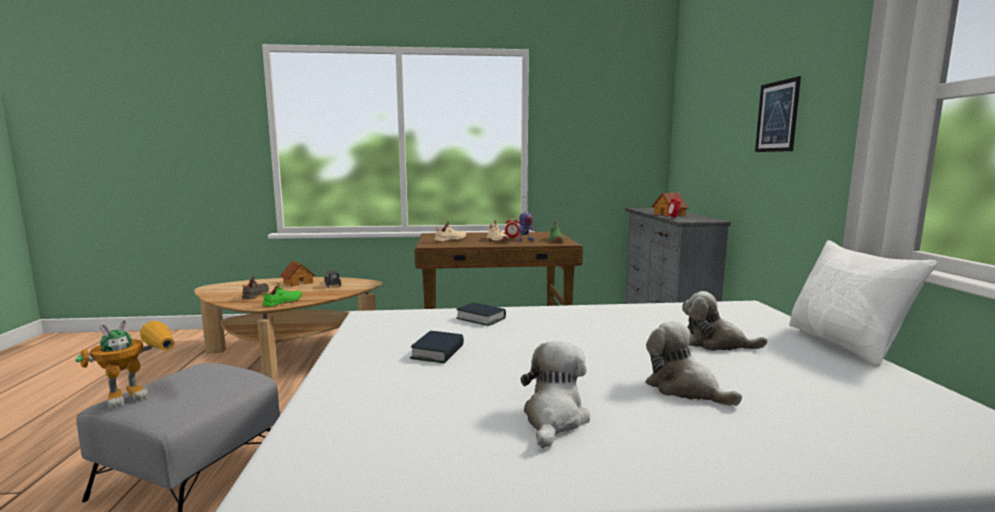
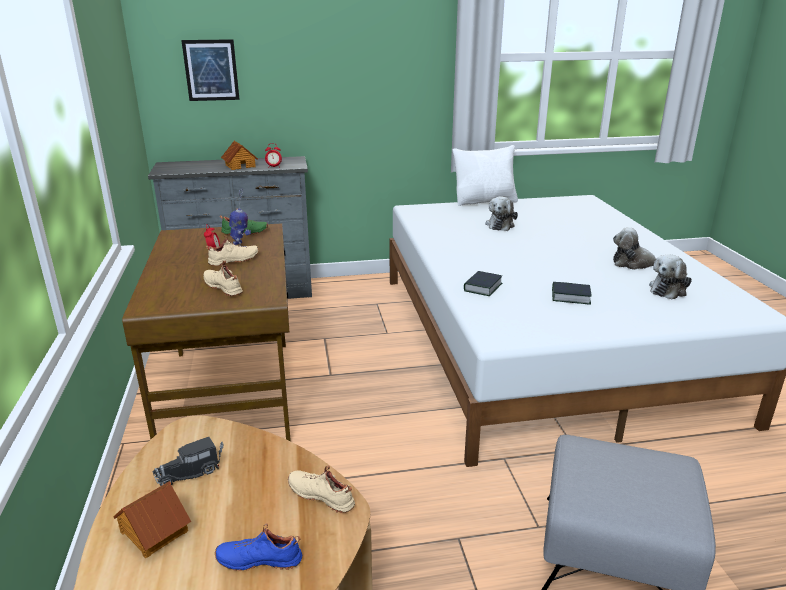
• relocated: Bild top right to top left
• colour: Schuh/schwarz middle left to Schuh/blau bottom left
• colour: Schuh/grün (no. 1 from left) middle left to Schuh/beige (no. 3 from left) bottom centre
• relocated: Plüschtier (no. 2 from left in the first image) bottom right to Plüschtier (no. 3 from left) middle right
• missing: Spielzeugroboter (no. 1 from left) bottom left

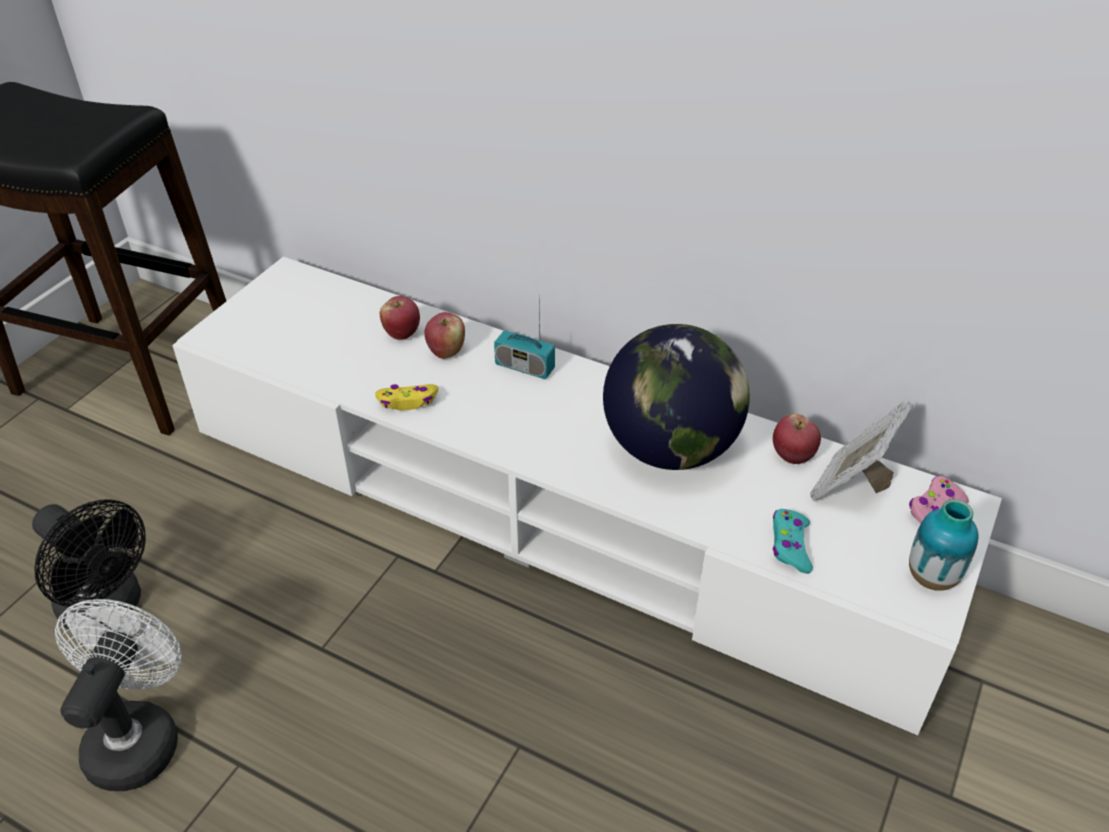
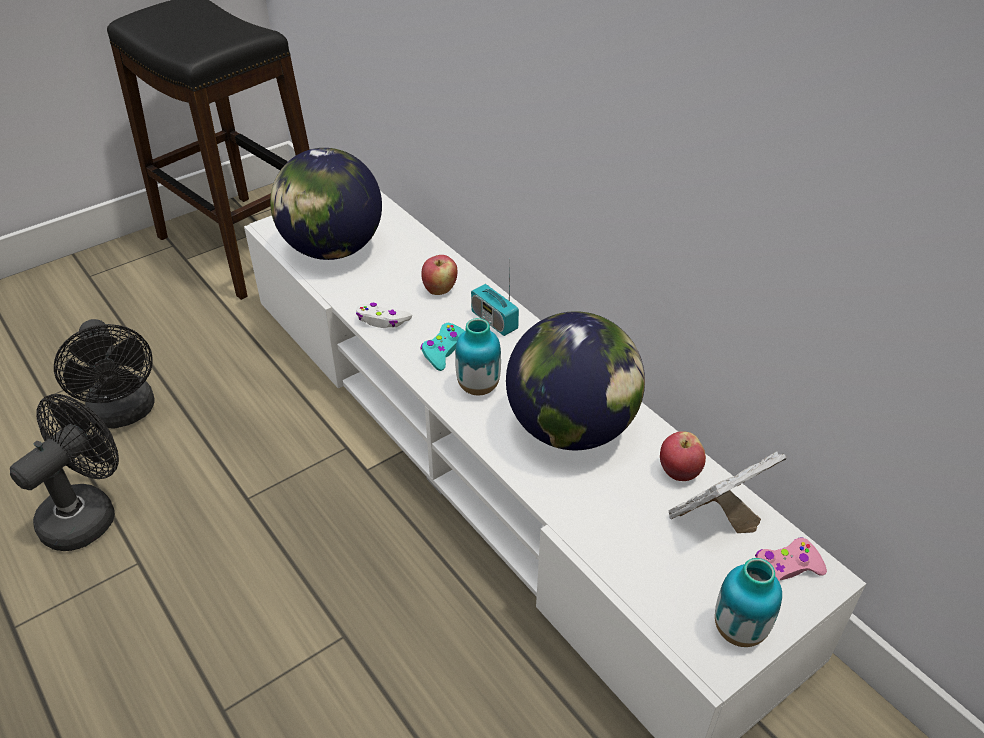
• colour: Ventilator/weiß bottom left to Ventilator/schwarz (no. 1 from left) middle left
• appeared: Globus (no. 1 from left) top left
• colour: Gamepad/gelb centre to Gamepad/weiß centre
• relocated: Gamepad/türkis middle right to centre
• appeared: Vase (no. 1 from left) centre
• missing: Apfel (no. 1 from left) centre

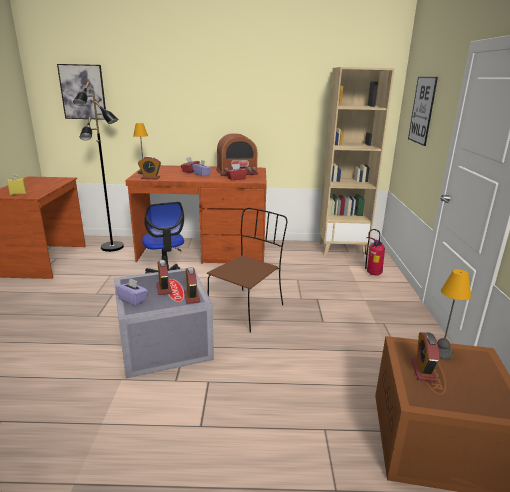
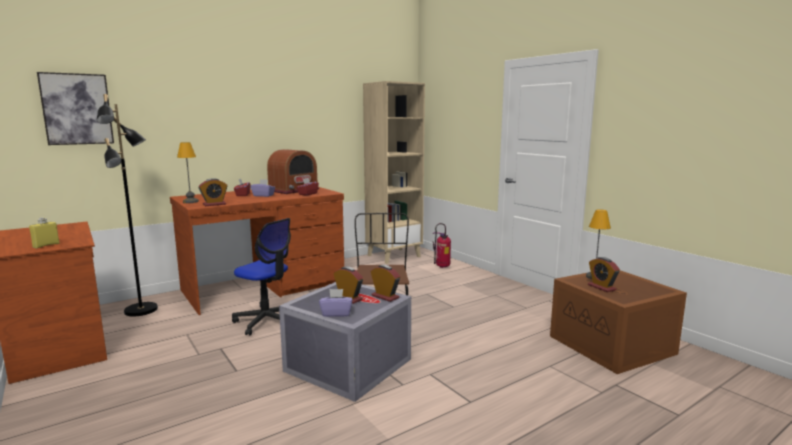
• missing: Bild (no. 2 from left) top right

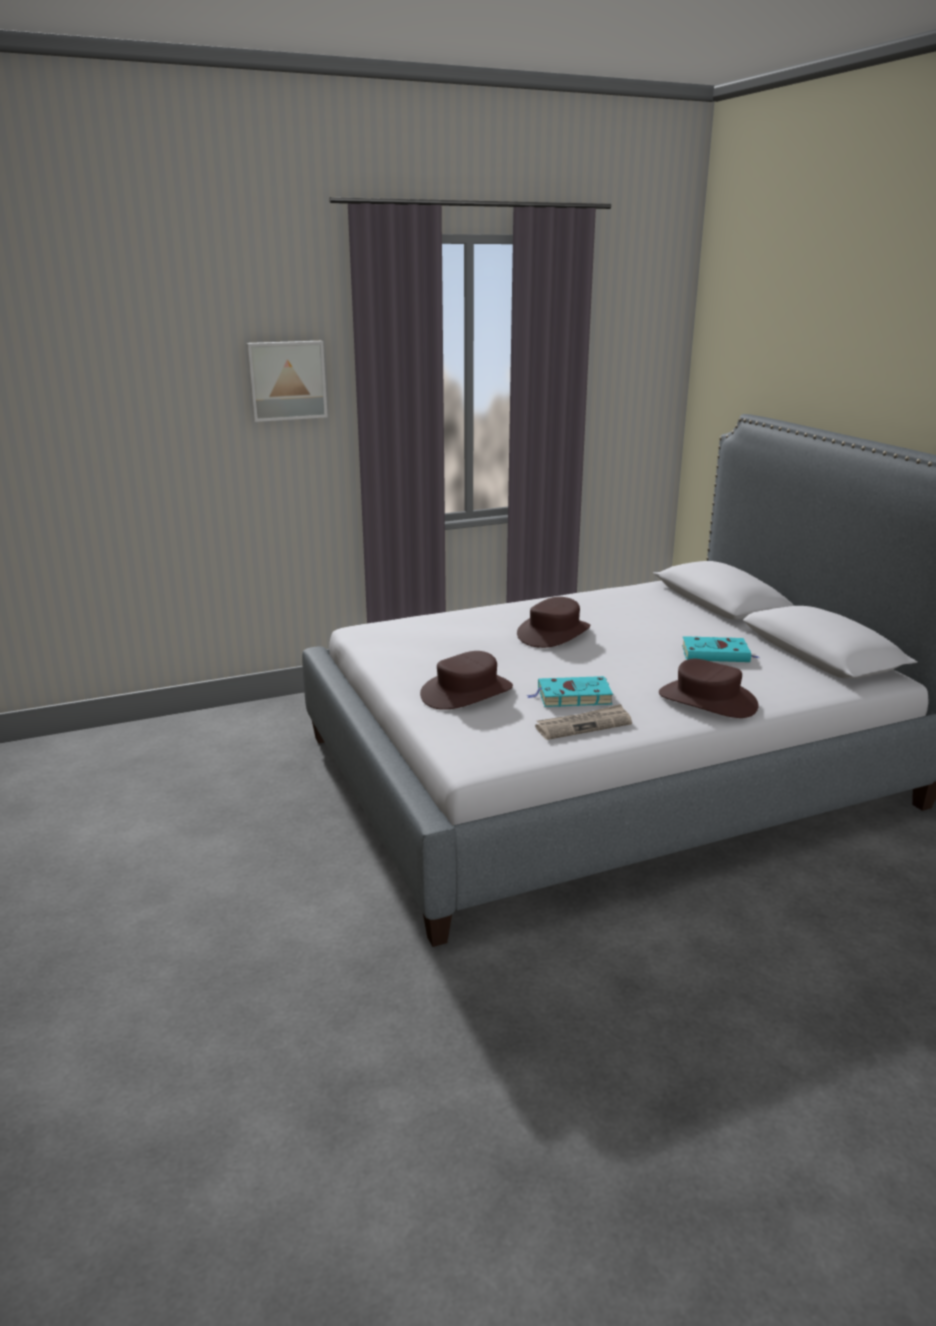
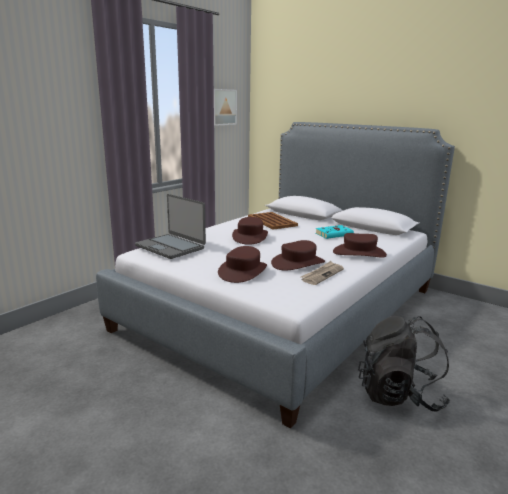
• appeared: Laptop centre
• relocated: Bild top left to top centre
• appeared: Tablett/braun centre
• exchanged: Buch/türkis (no. 1 from left) centre to Hut/braun (no. 3 from left) centre
• appeared: Rucksack/schwarz bottom right

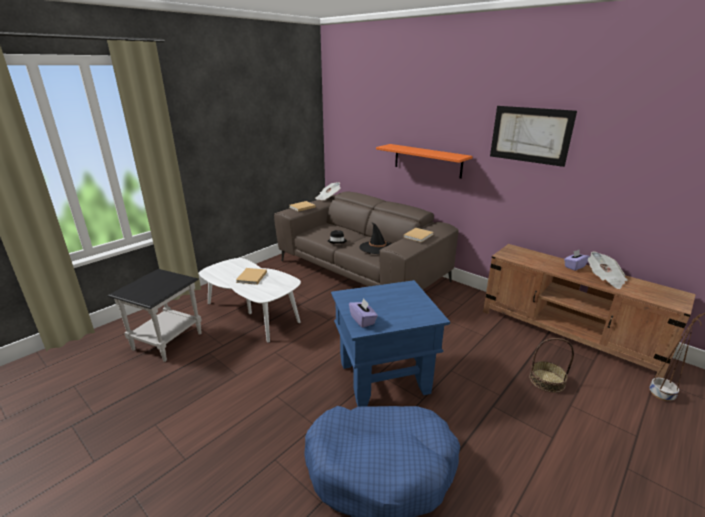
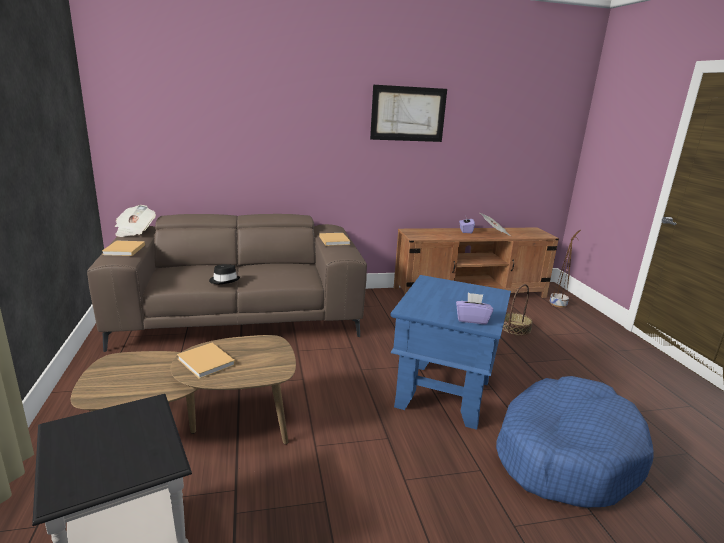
• colour: Couchtisch/weiß centre to Couchtisch/braun bottom left
• missing: Hut/schwarz (no. 2 from left) centre
• missing: Wandregal/orange top centre

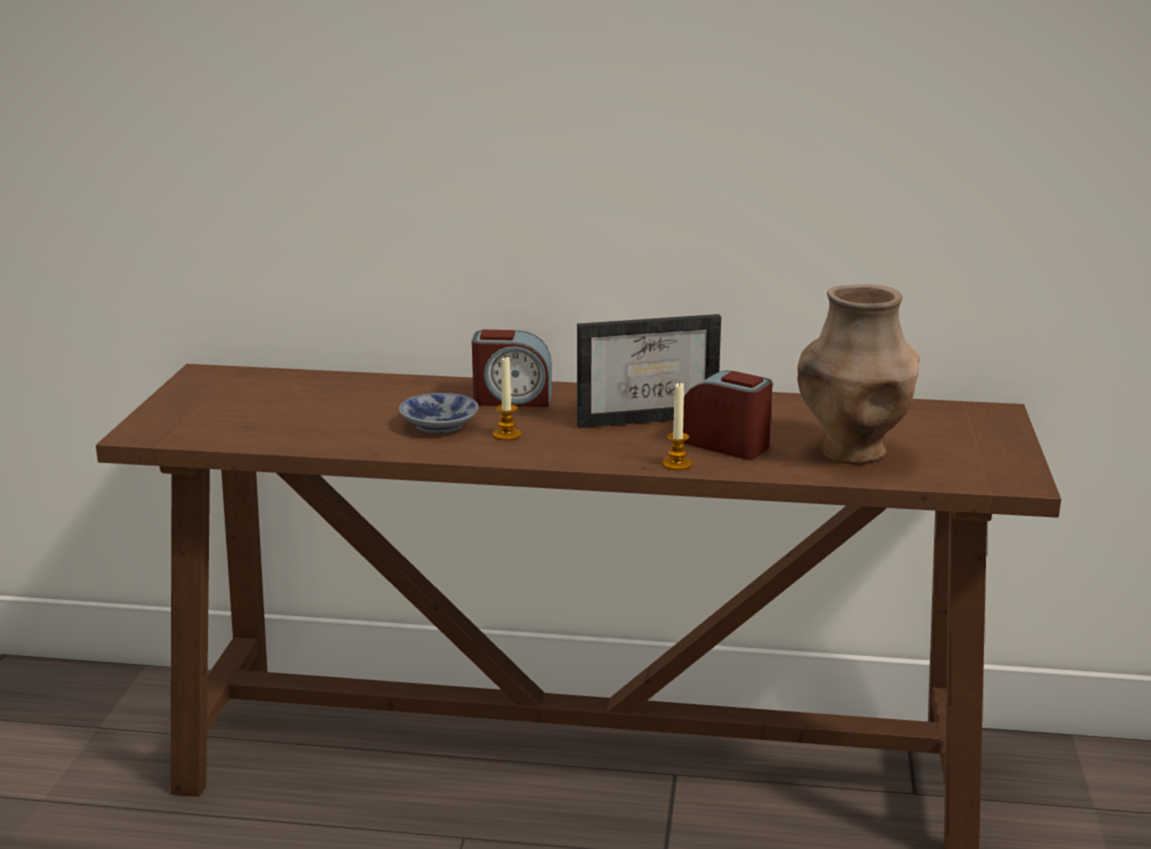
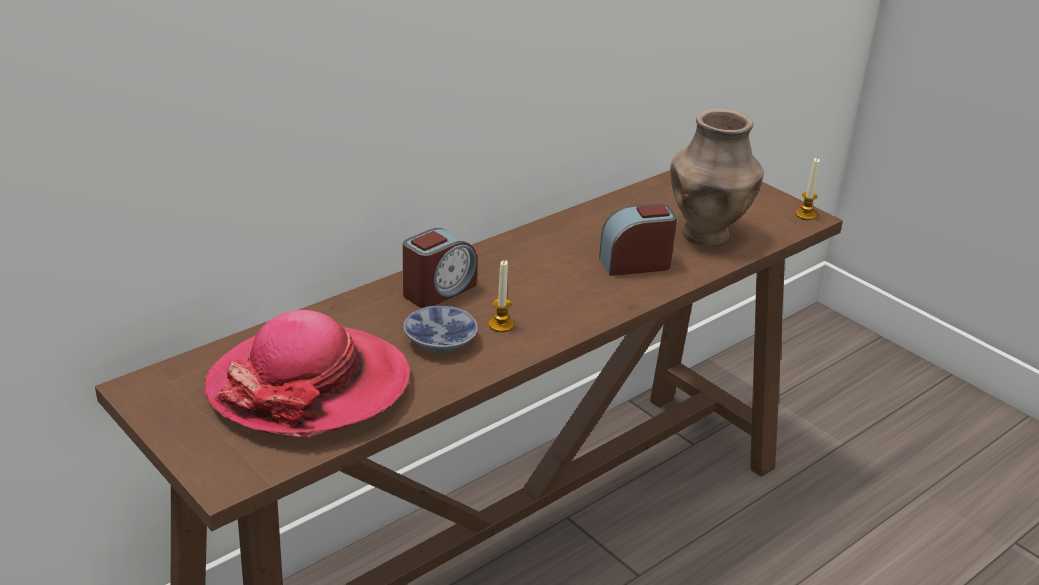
• appeared: Hut middle left
• relocated: Kerze (no. 2 from left) centre to top right
• missing: Bilderrahmen centre

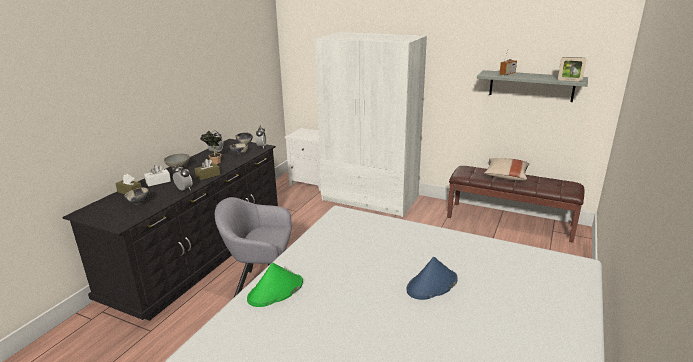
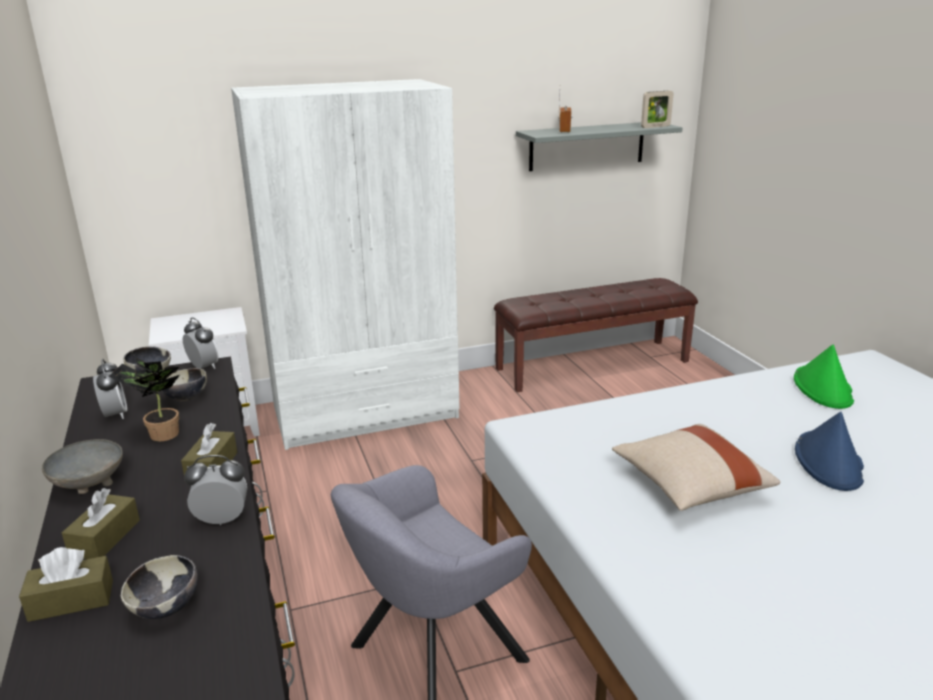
• colour: Taschentuchbox/weiß middle left to Taschentuchbox/braun (no. 2 from left) bottom left
• relocated: Kissen/beige middle right to bottom right
• relocated: Hut/grün bottom centre to middle right

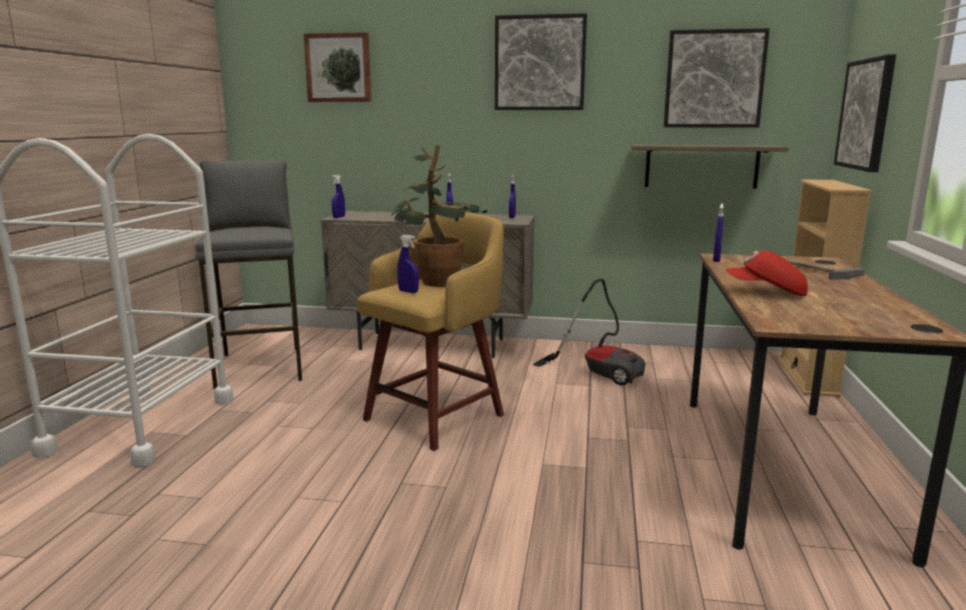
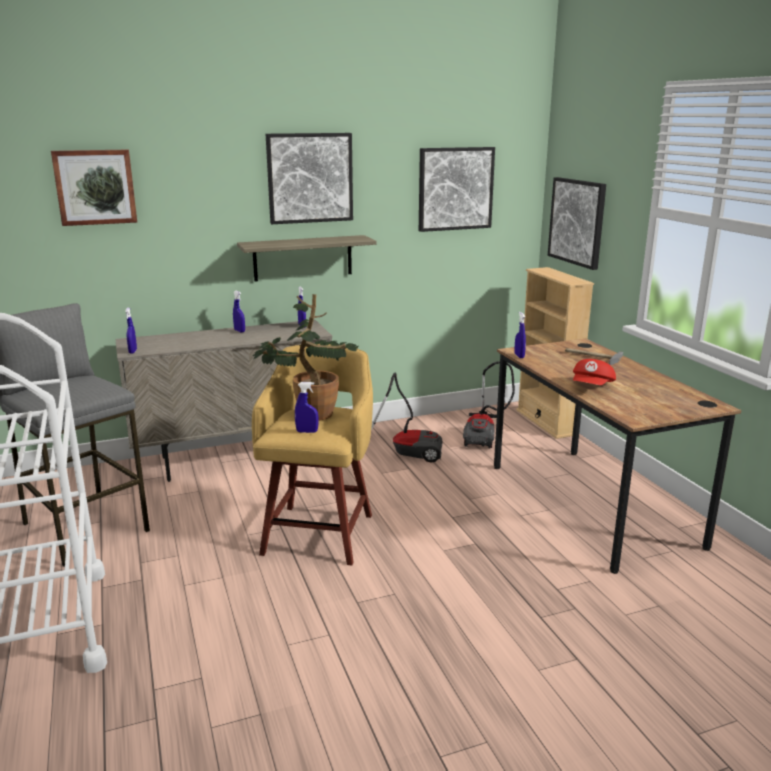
• relocated: Wandregal top right to centre
• appeared: Staubsauger (no. 2 from left) centre
• spun: Kappe/rot middle right = middle right 45 degrees counterclockwise

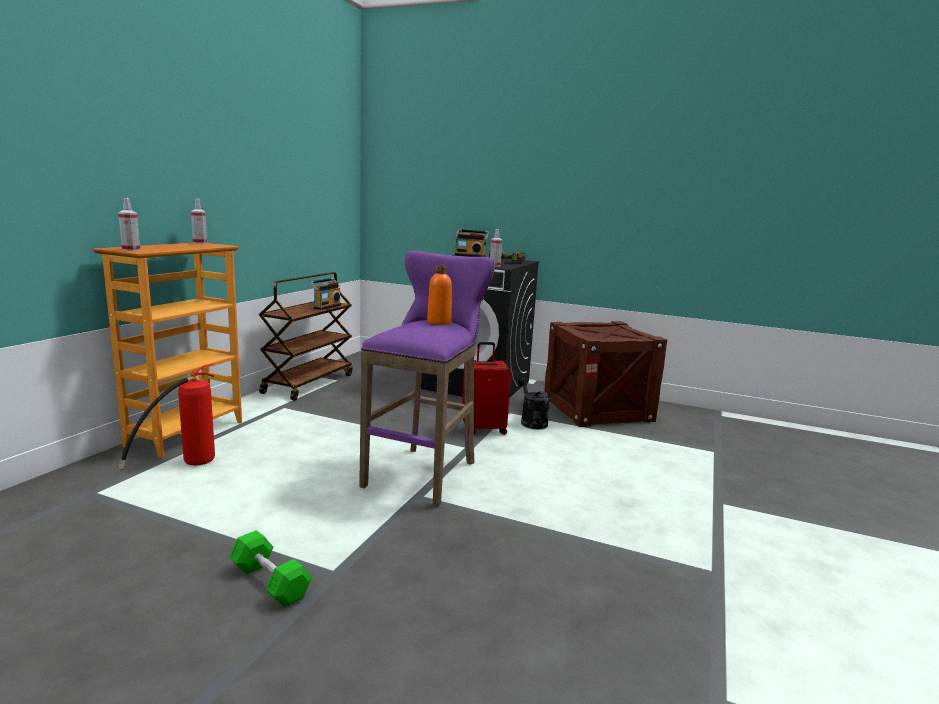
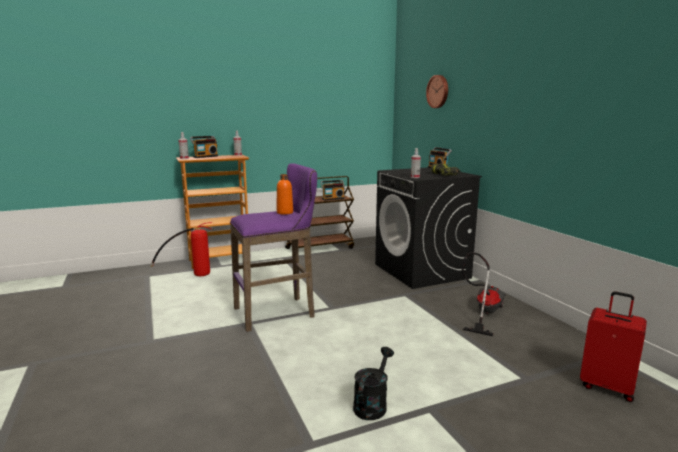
• appeared: Radio (no. 1 from left) top left
• relocated: Gießkanne/schwarz centre to bottom centre
• appeared: Wanduhr top centre
• exchanged: Kiste centre to Staubsauger middle right
• relocated: Koffer/rot centre to bottom right
• missing: Hantel/grün bottom left

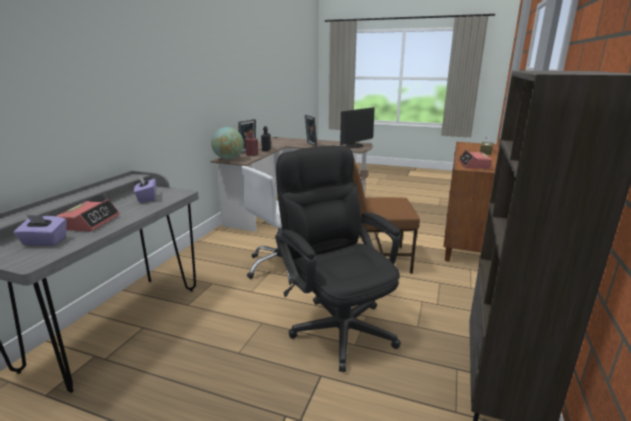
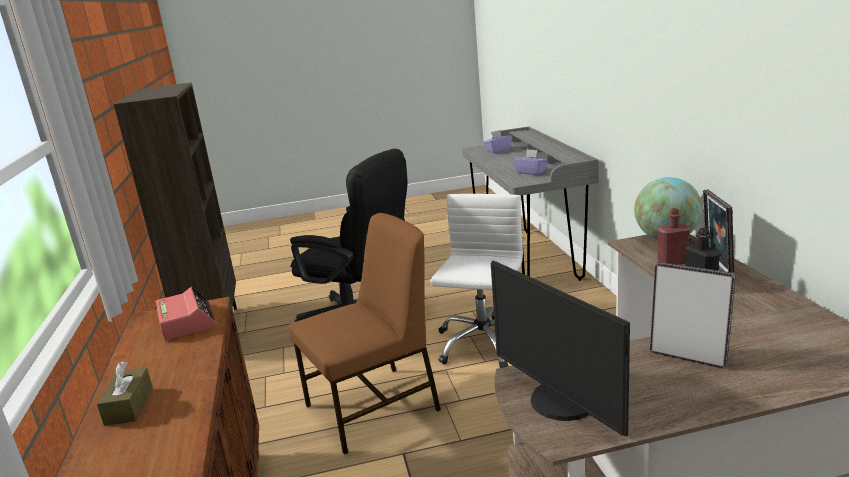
• spun: Monitor top centre = bottom centre 45 degrees counterclockwise
• missing: Wecker (no. 1 from left) middle left

